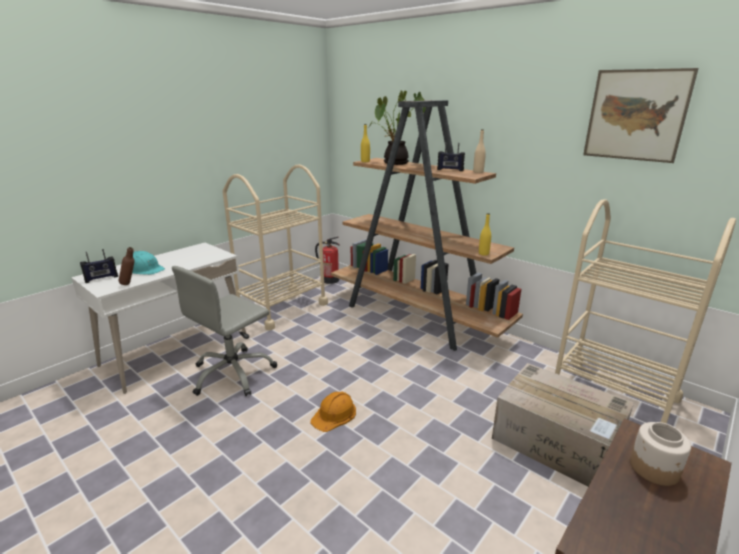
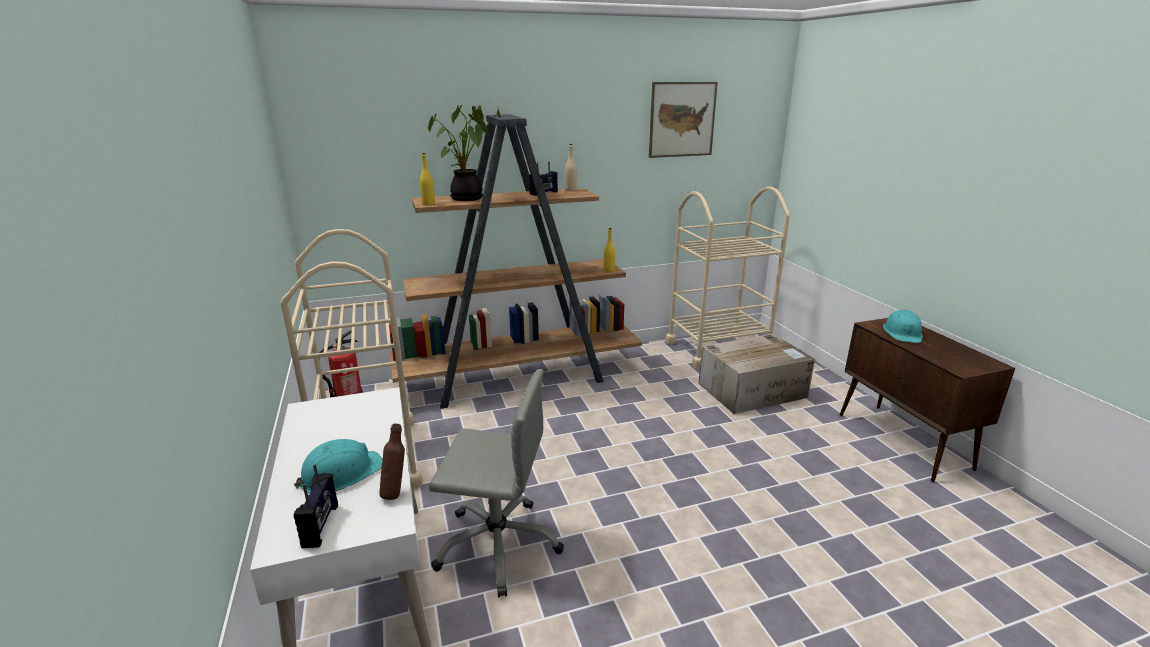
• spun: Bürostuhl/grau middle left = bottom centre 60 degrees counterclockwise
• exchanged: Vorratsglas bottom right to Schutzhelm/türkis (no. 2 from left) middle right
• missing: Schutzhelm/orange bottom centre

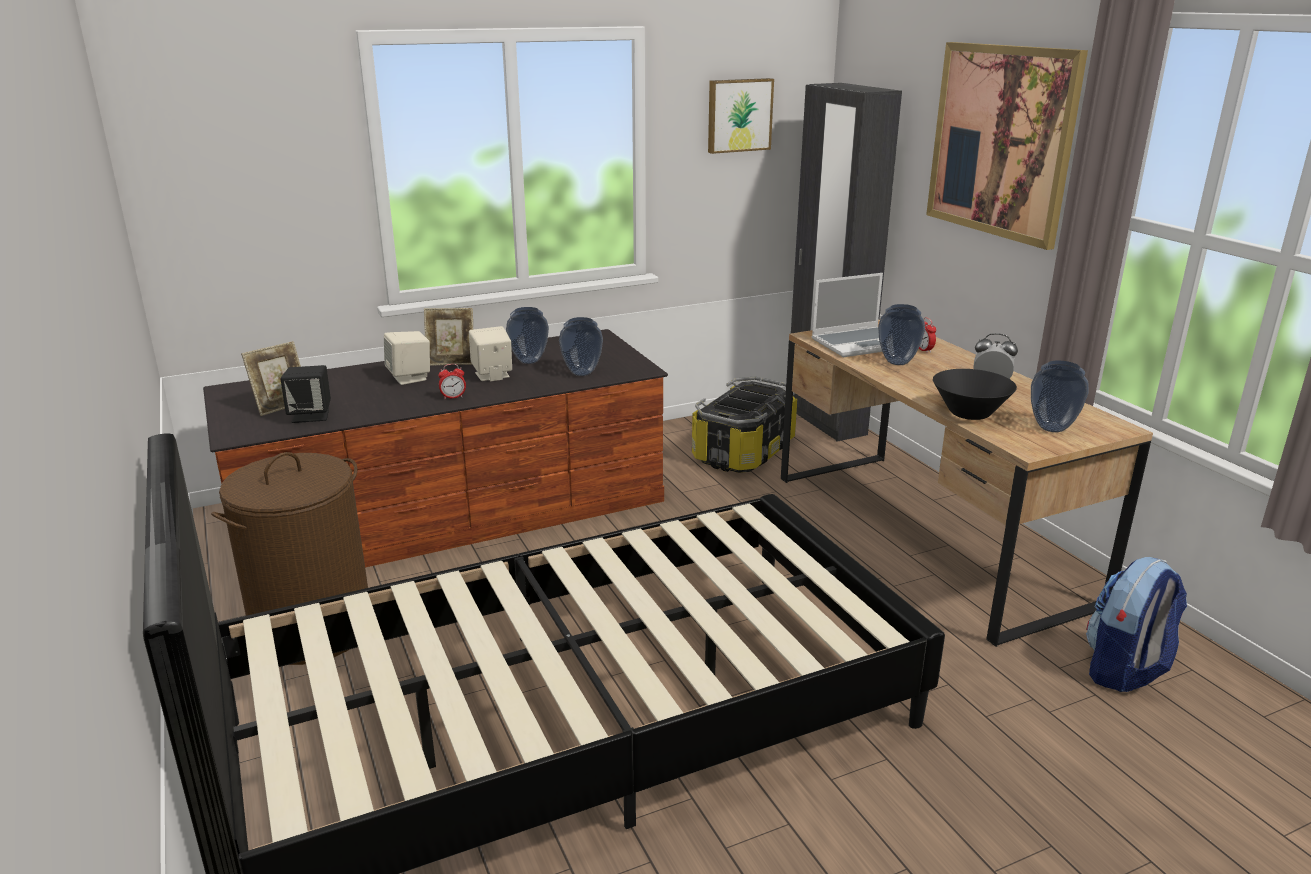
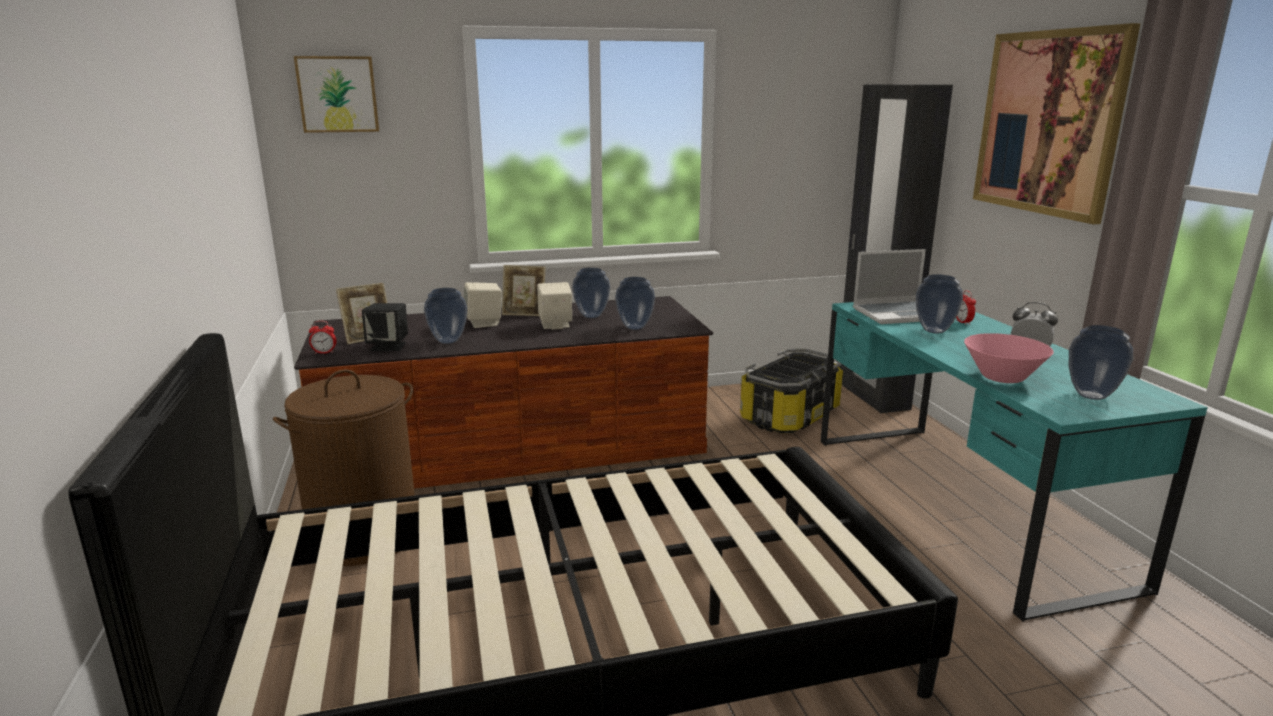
• relocated: Bild (no. 1 from left) top centre to top left
• relocated: Wecker (no. 1 from left) centre to middle left
• appeared: Vase (no. 1 from left) centre
• colour: Schreibtisch/braun middle right to Schreibtisch/türkis middle right
• colour: Schüssel/schwarz middle right to Schüssel/rosa middle right
• missing: Rucksack bottom right

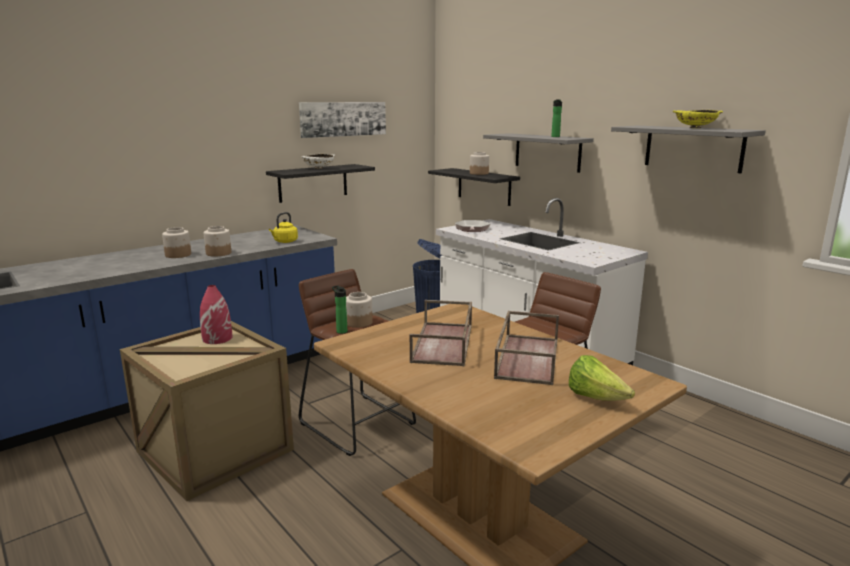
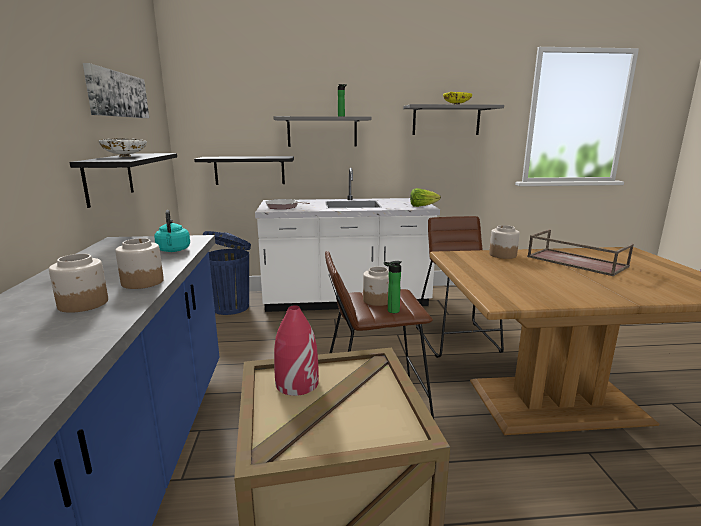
• colour: Wasserkessel/gelb middle left to Wasserkessel/türkis middle left
• relocated: Salatkopf bottom right to centre
• relocated: Vorratsglas (no. 4 from left) top centre to middle right
• missing: Tablett/braun (no. 1 from left) centre

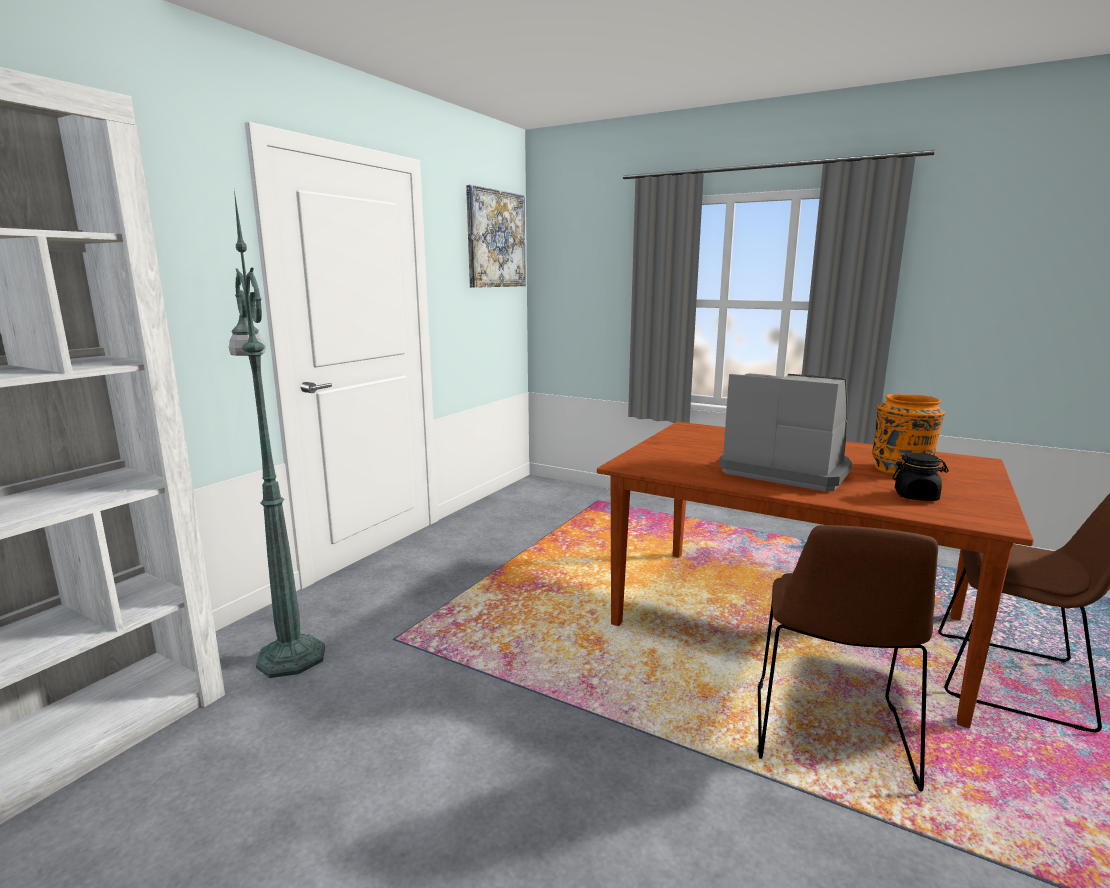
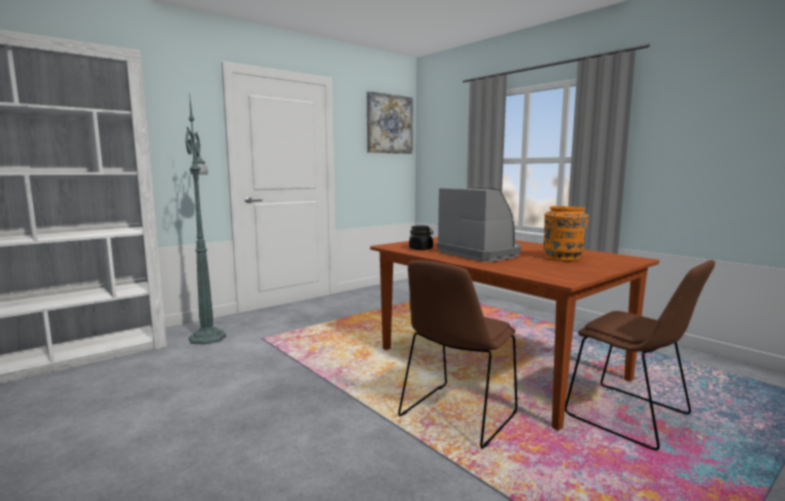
• relocated: Vorratsglas/schwarz middle right to centre

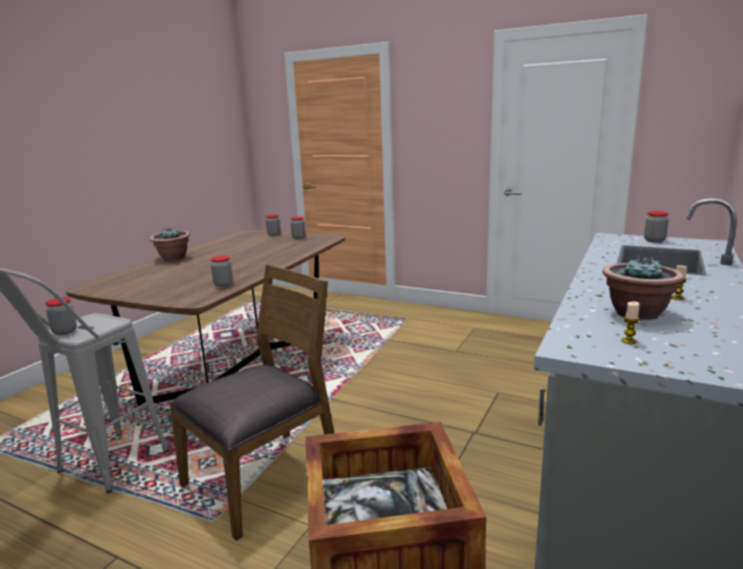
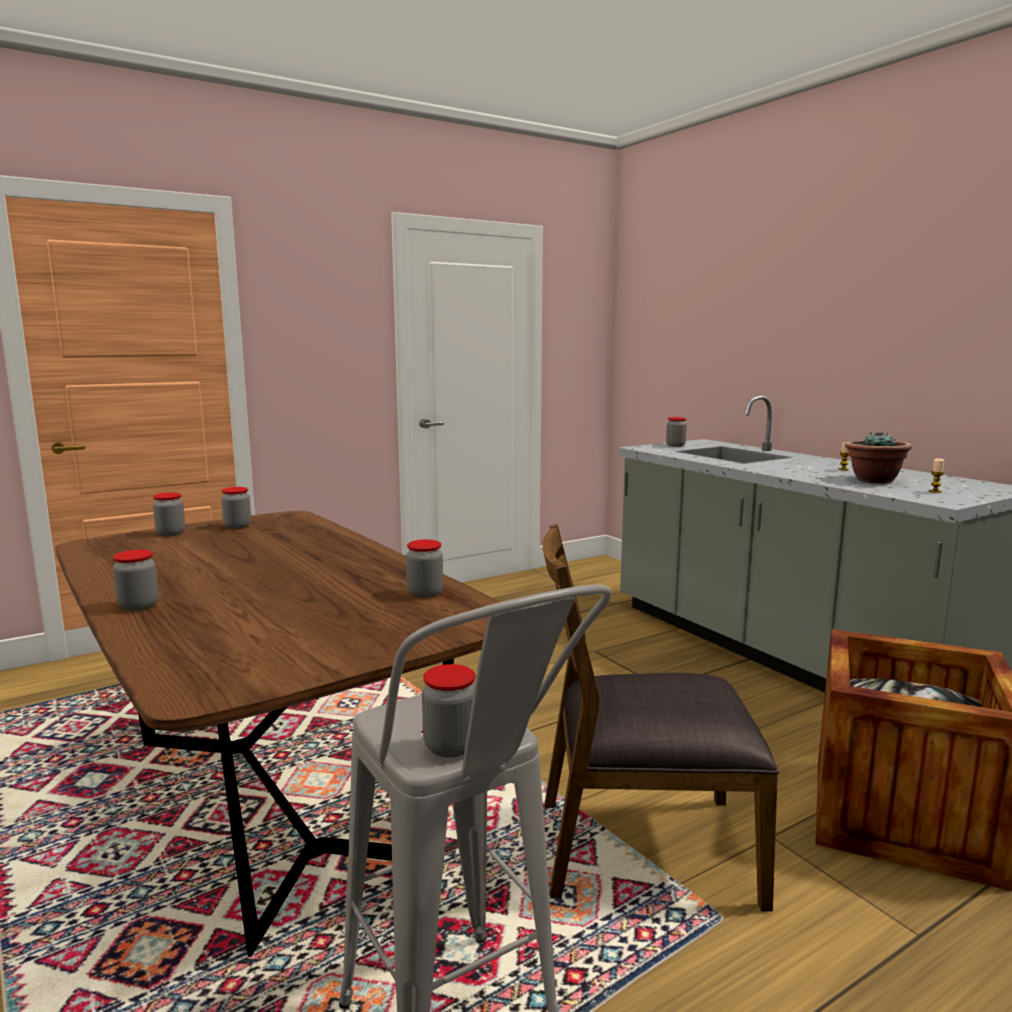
• exchanged: Topfpflanze (no. 1 from left) middle left to Vorratsglas (no. 1 from left) middle left
• spun: Stuhl/braun bottom centre = bottom centre 75 degrees counterclockwise

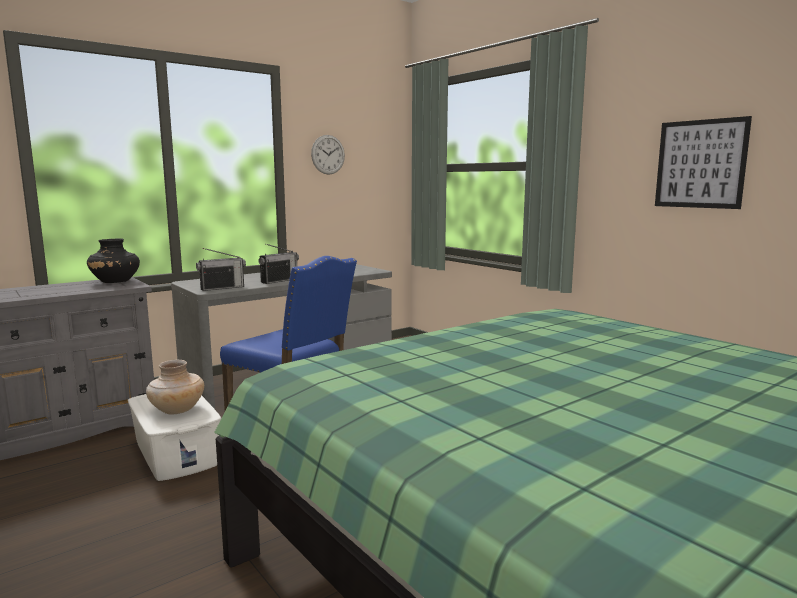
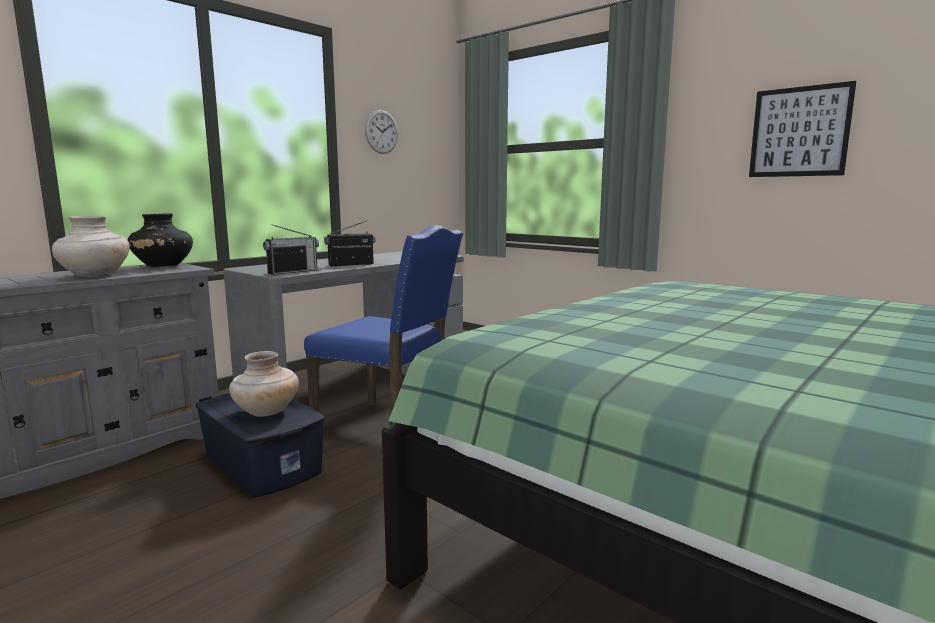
• appeared: Vase/beige (no. 1 from left) middle left
• colour: Aufbewahrungsbox/weiß bottom left to Aufbewahrungsbox/blau bottom left
• spun: Radio (no. 2 from left) centre = centre 150 degrees counterclockwise

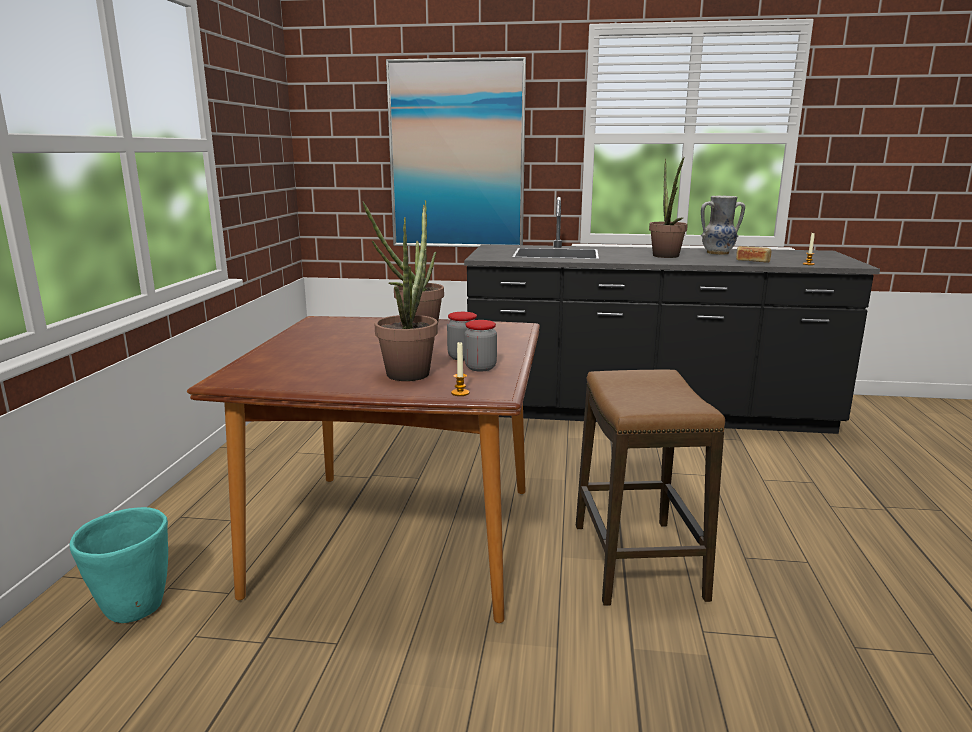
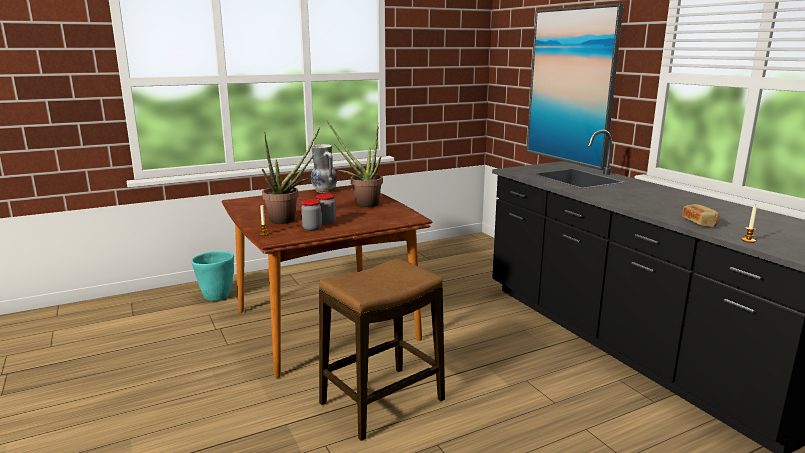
• relocated: Vase top right to centre
• missing: Topfpflanze (no. 3 from left) top right

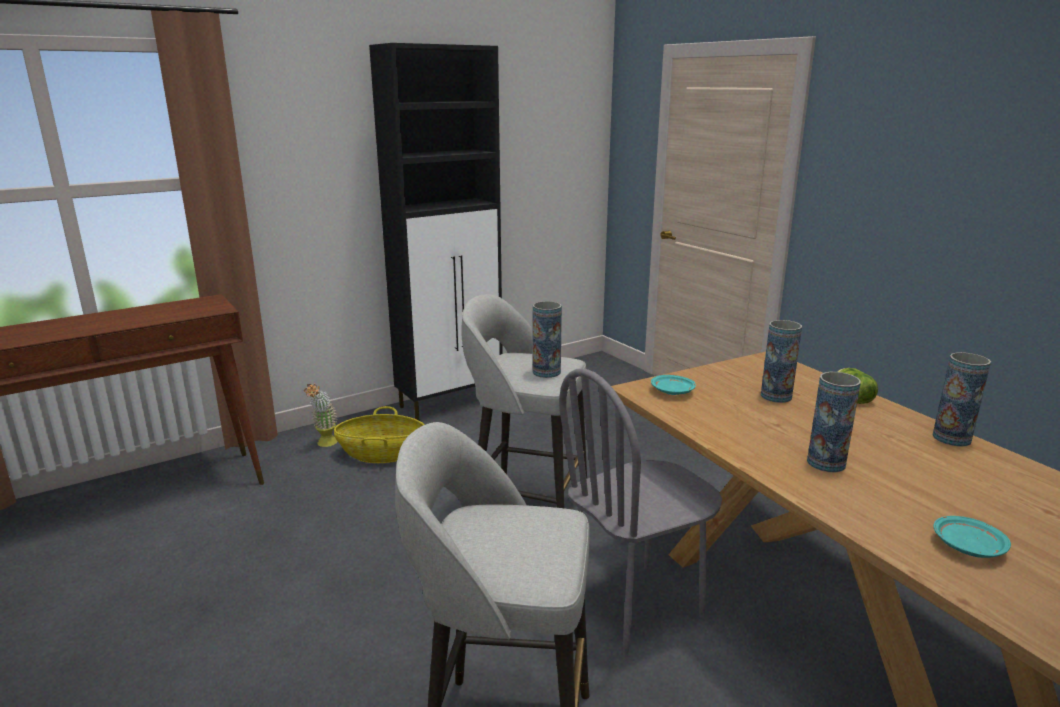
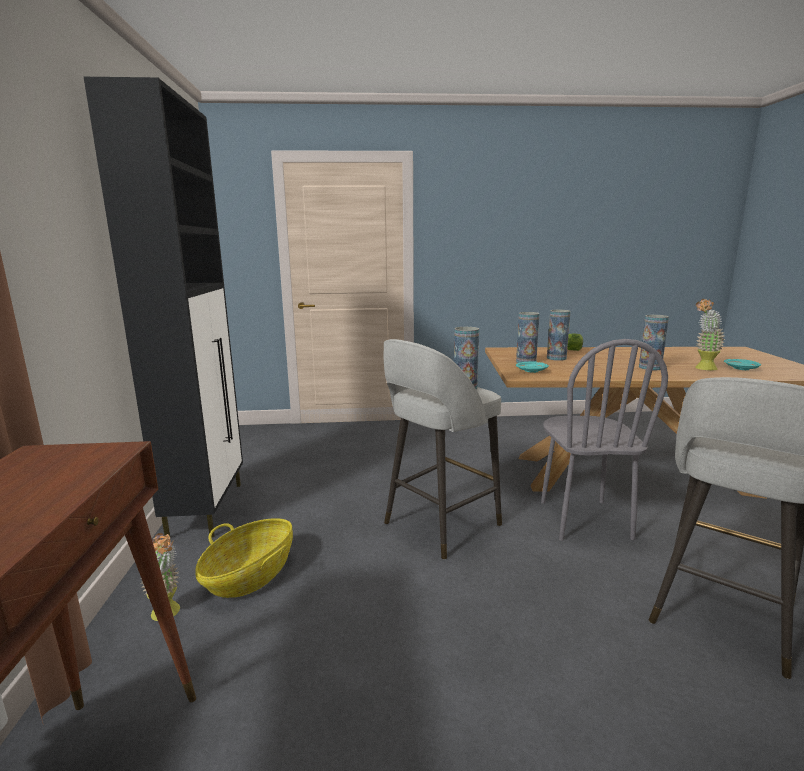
• relocated: Vase (no. 4 from left in the first image) middle right to Vase (no. 2 from left) centre
• appeared: Topfpflanze (no. 2 from left) middle right

